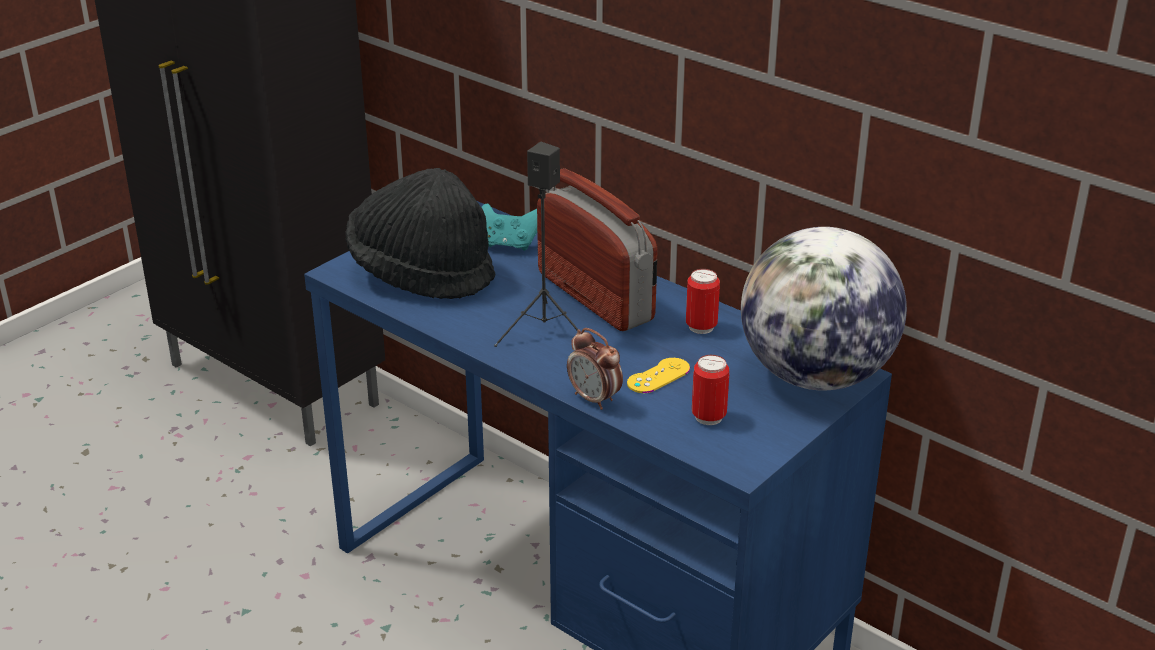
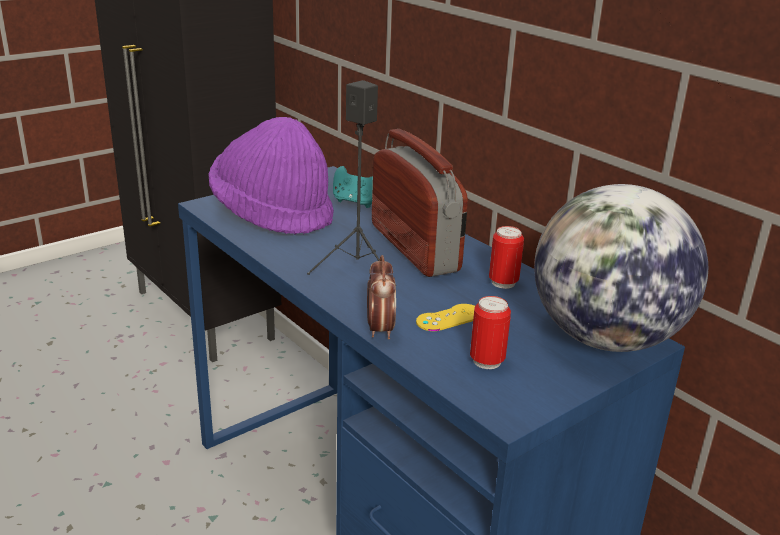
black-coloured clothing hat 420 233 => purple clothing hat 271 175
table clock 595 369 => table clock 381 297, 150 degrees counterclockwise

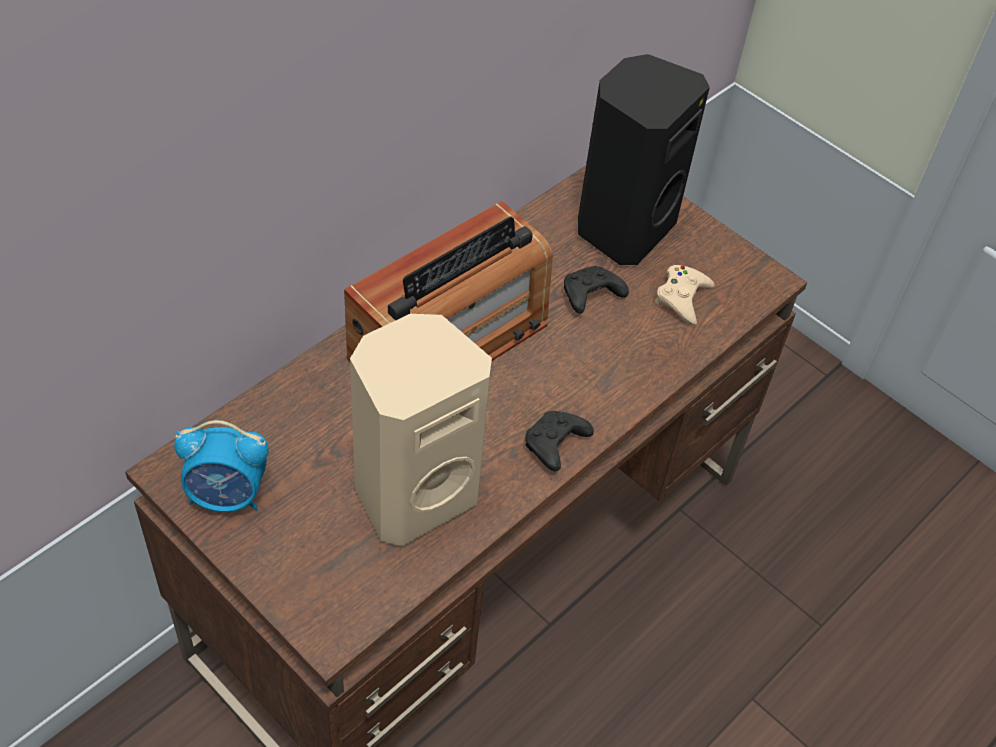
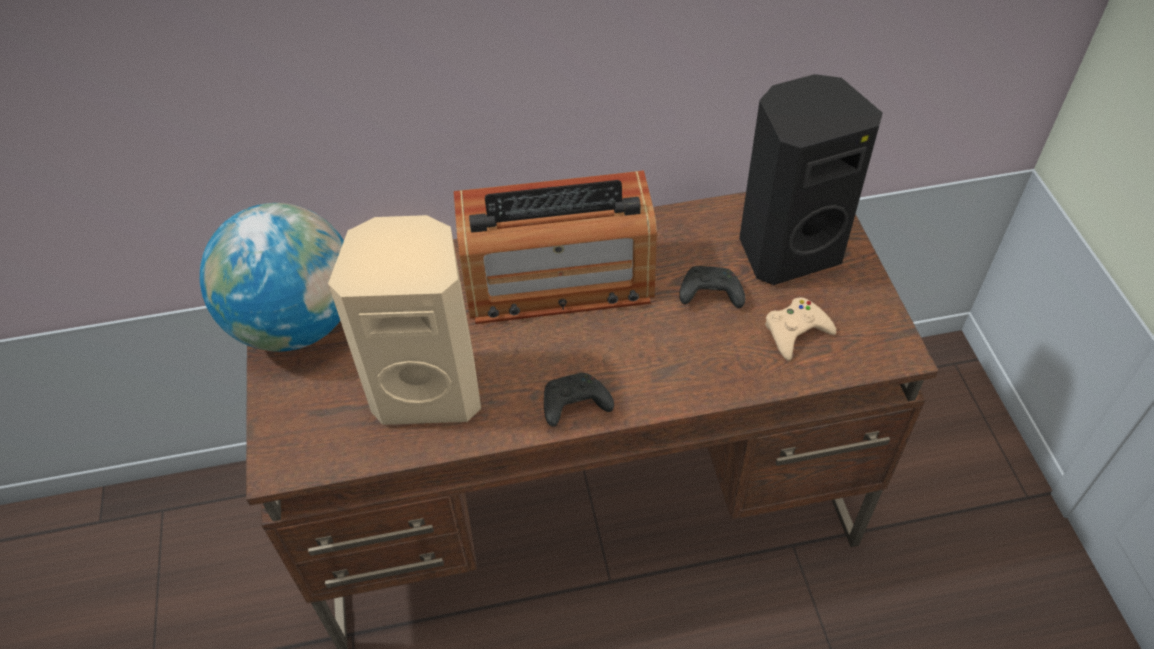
table clock 221 466 => desk globe 272 277

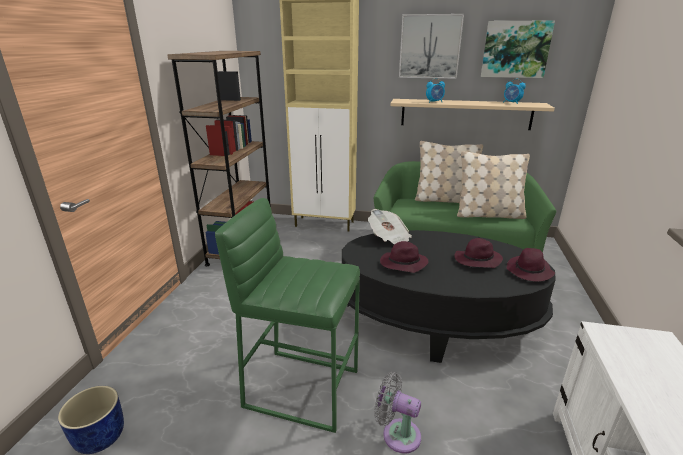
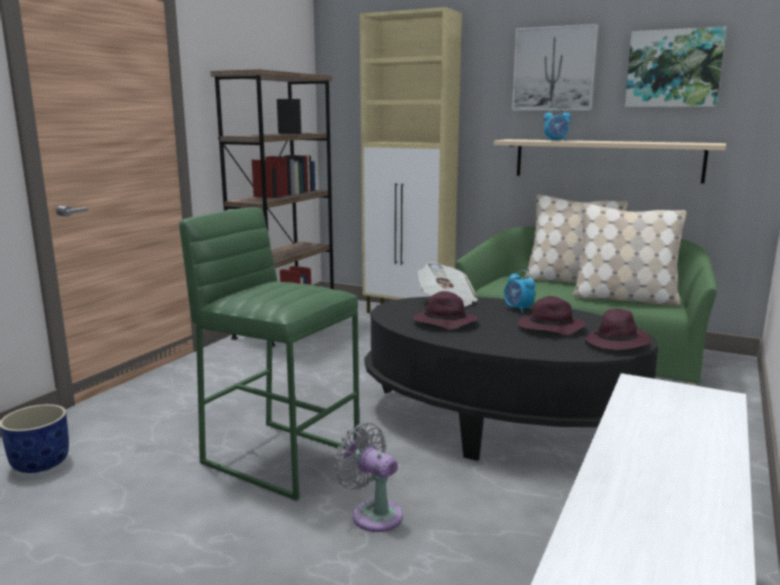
table clock 514 91 => table clock 520 291, moved

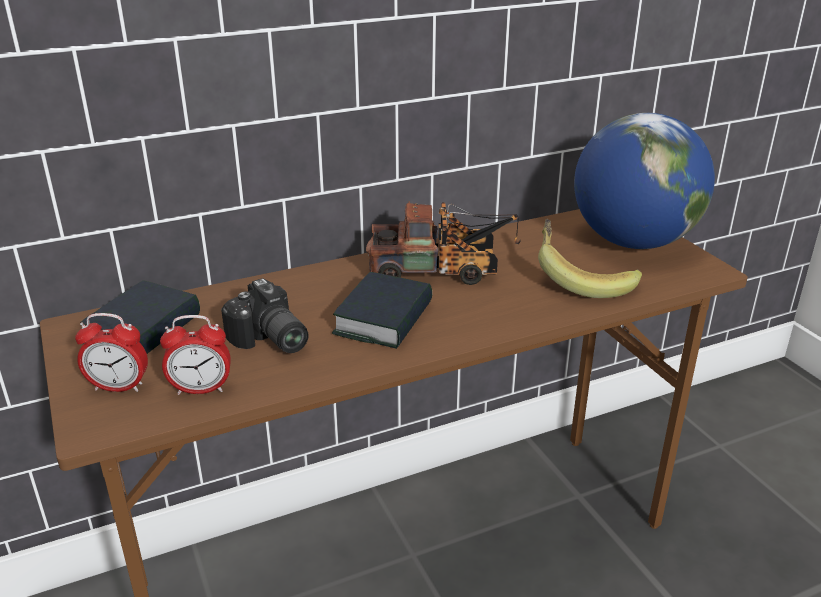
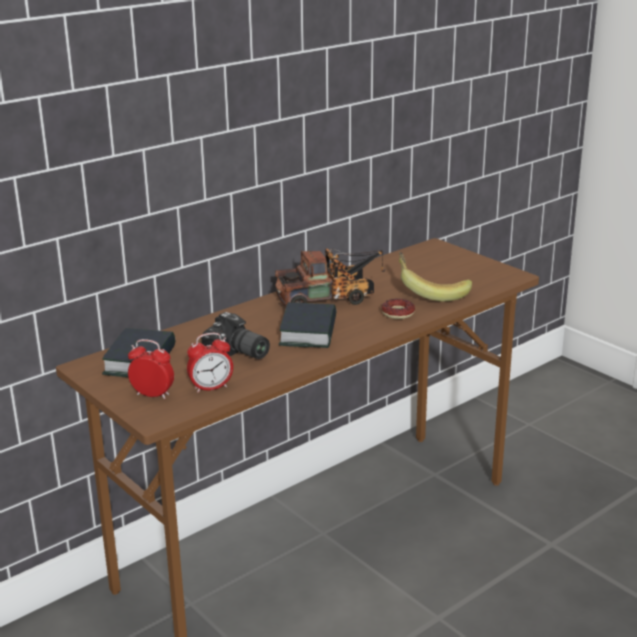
table clock 111 352 => table clock 151 369, 150 degrees counterclockwise
desk globe 644 181 => nothing
nothing => donut 398 309

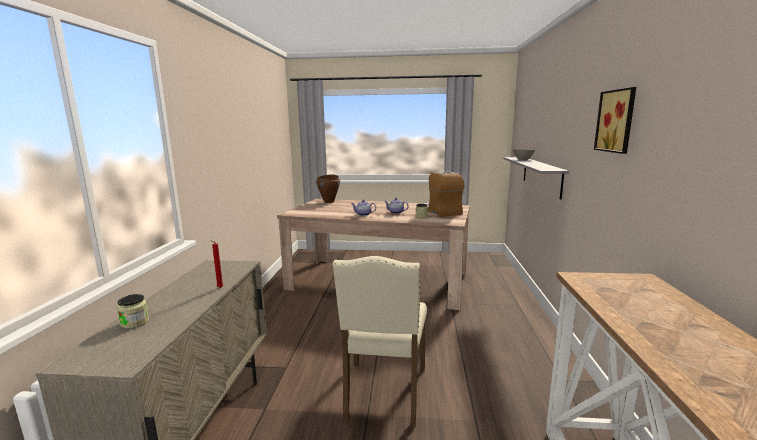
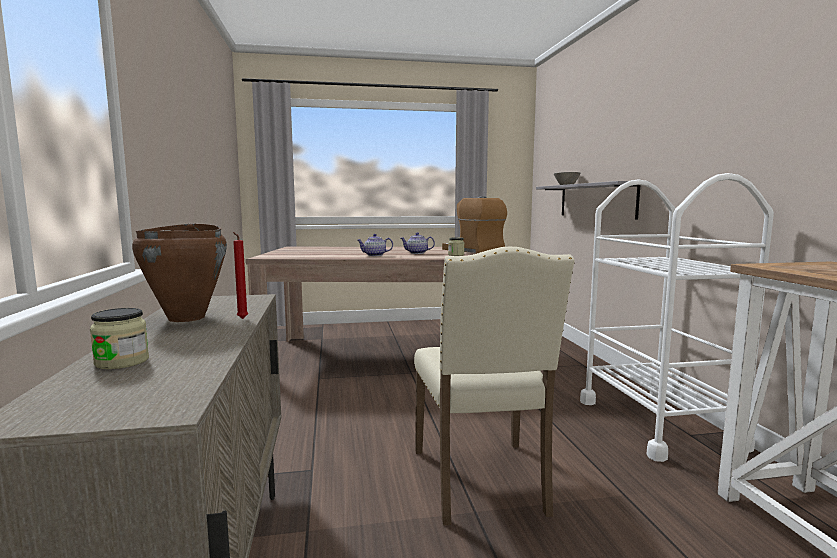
brown-coloured stockpot 328 188 => brown-coloured stockpot 179 272, moved
wall picture 615 120 => nothing
nothing => white trolley 677 317

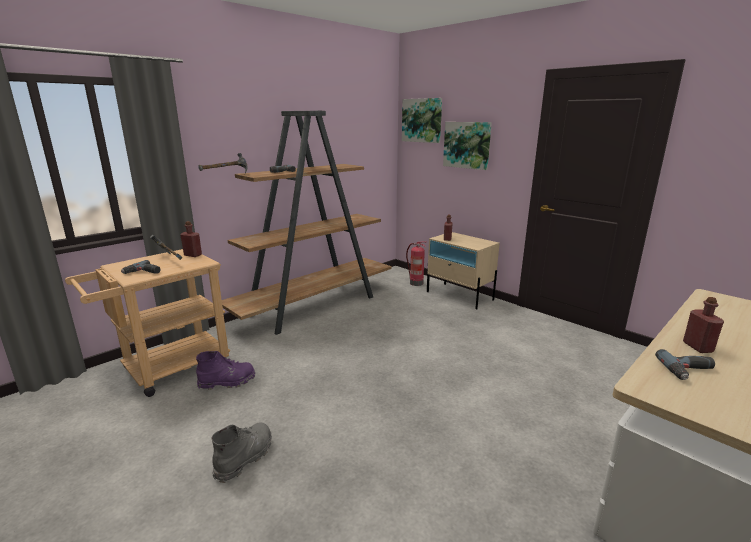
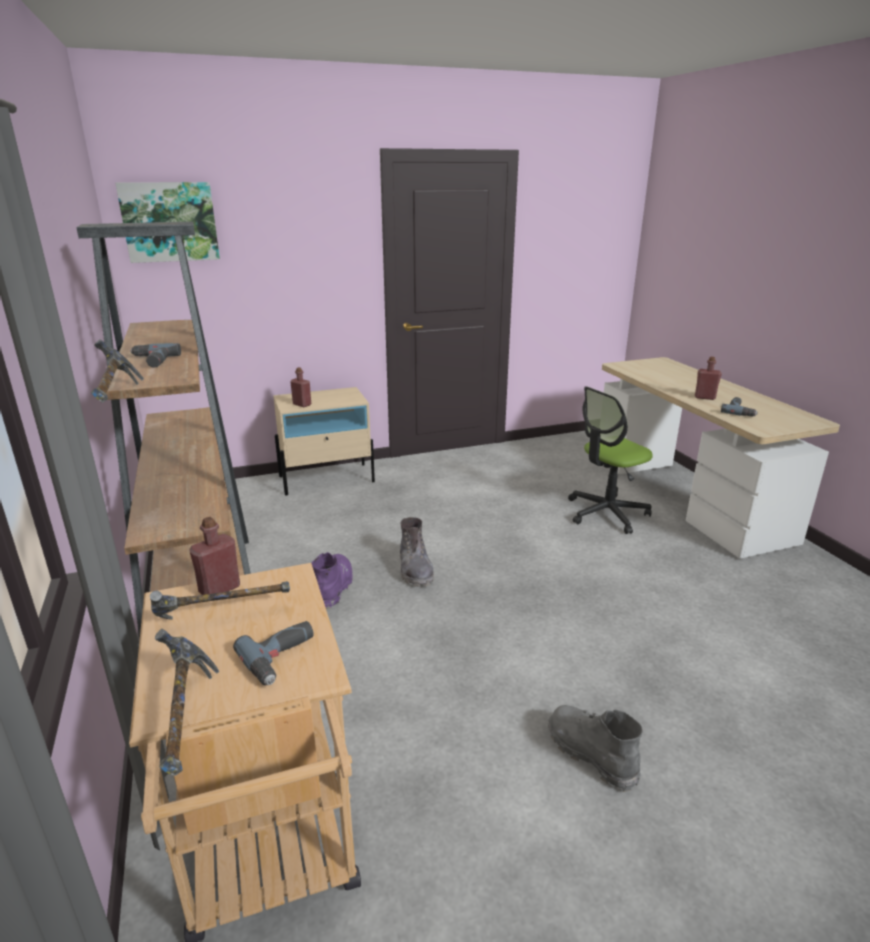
purple high-top boot 225 370 => purple high-top boot 332 580, moved
fire extinguisher 416 263 => nothing
wall picture 467 146 => nothing
nothing => hammer 187 702
nothing => greyish high-top boot 417 552
nothing => desk chair 610 460

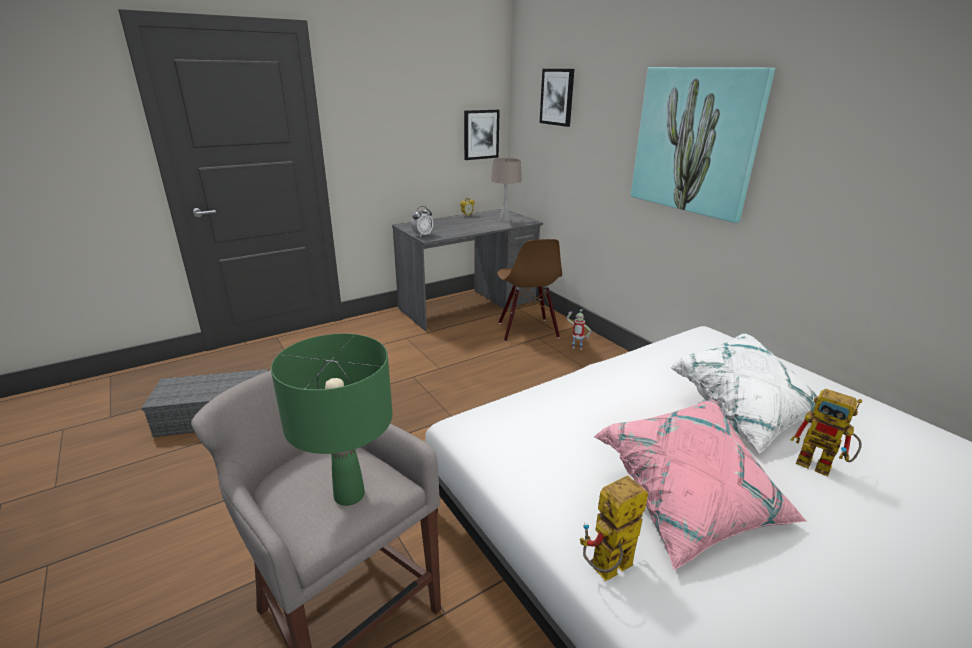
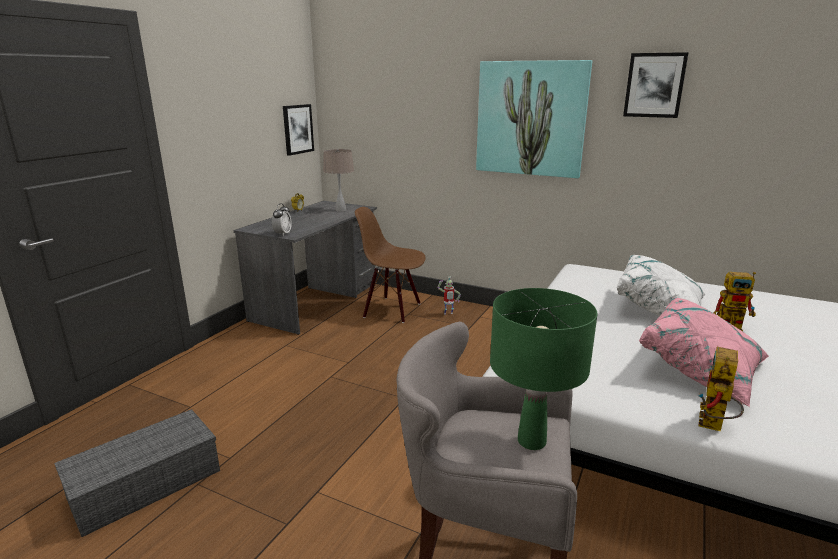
brown-coloured chair 529 290 => brown-coloured chair 390 265, 150 degrees clockwise
wall picture 557 98 => wall picture 656 85, moved

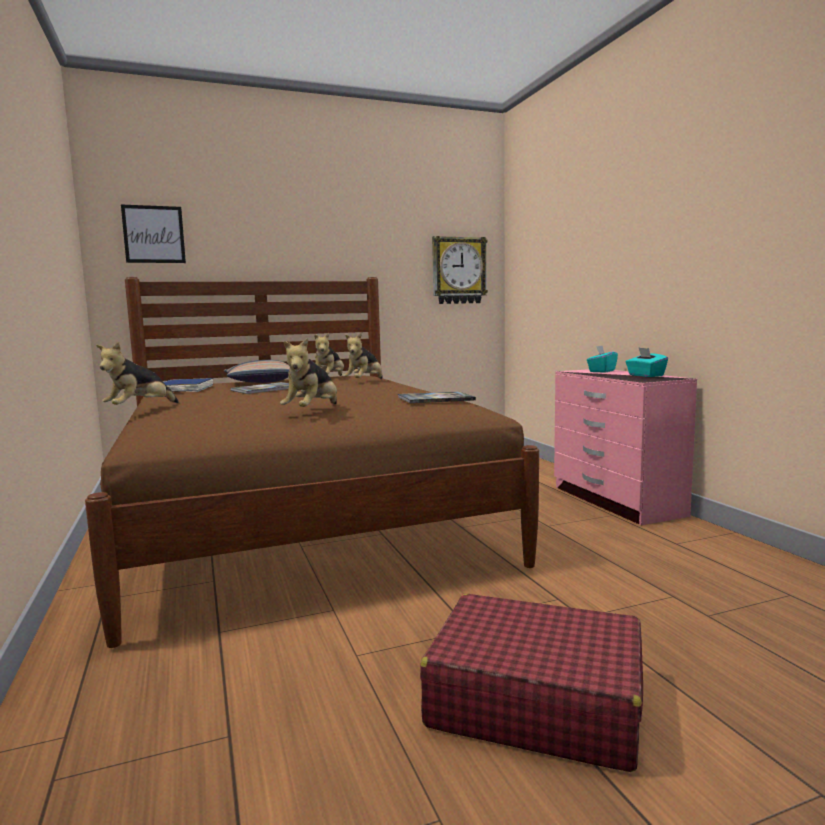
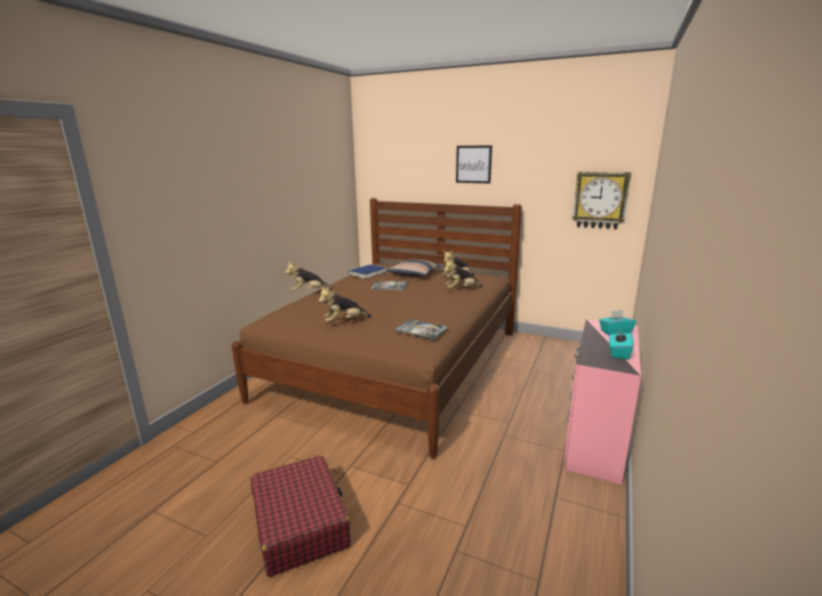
wall picture 153 234 => wall picture 474 164, moved

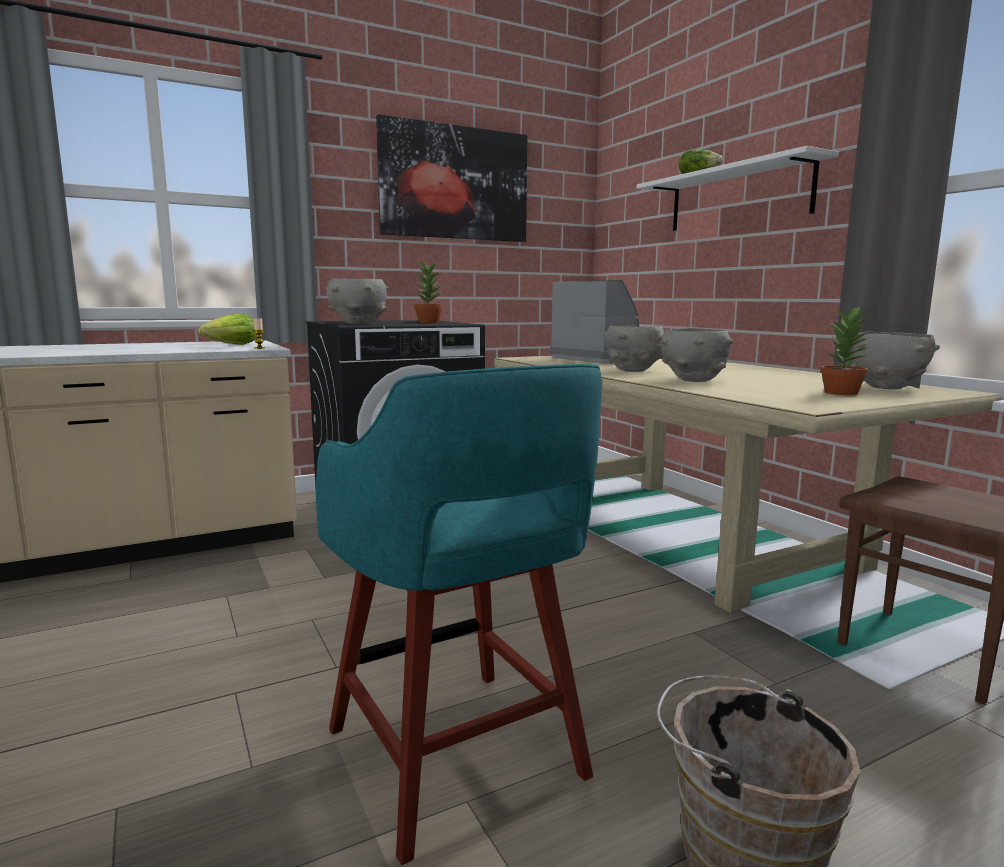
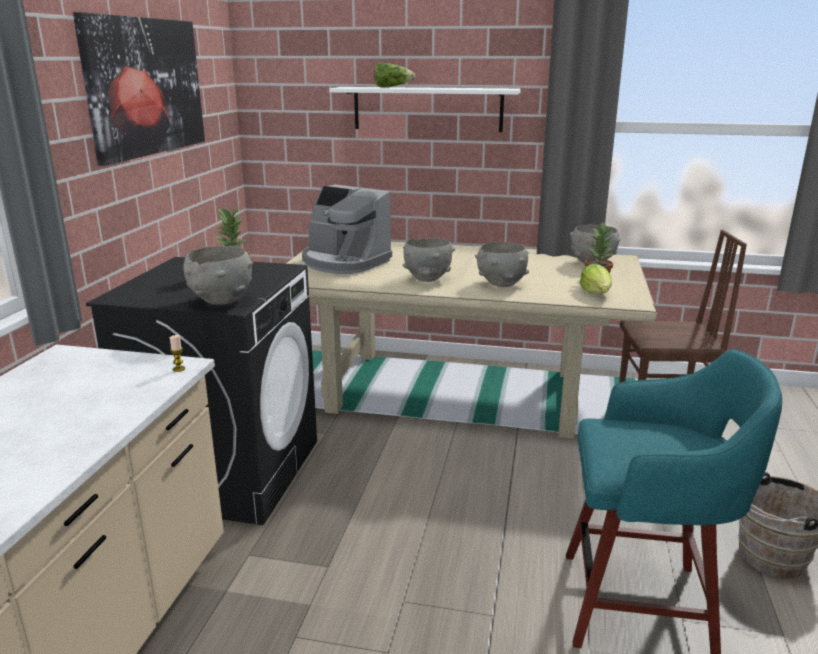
lettuce head 227 329 => lettuce head 596 279, moved
coffee maker 594 322 => coffee maker 347 229, 150 degrees counterclockwise

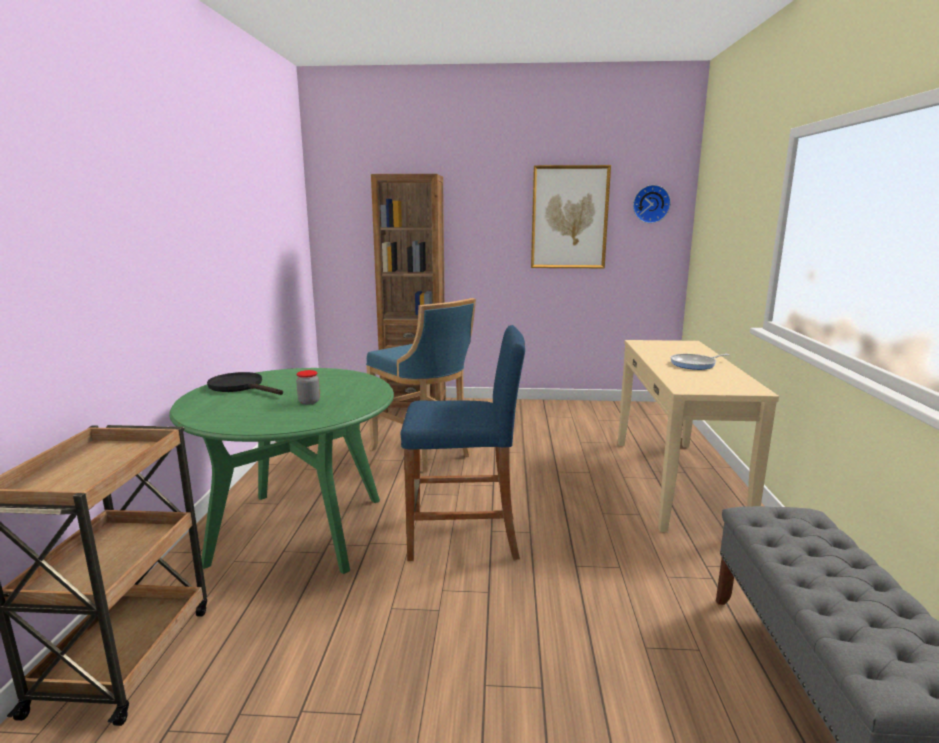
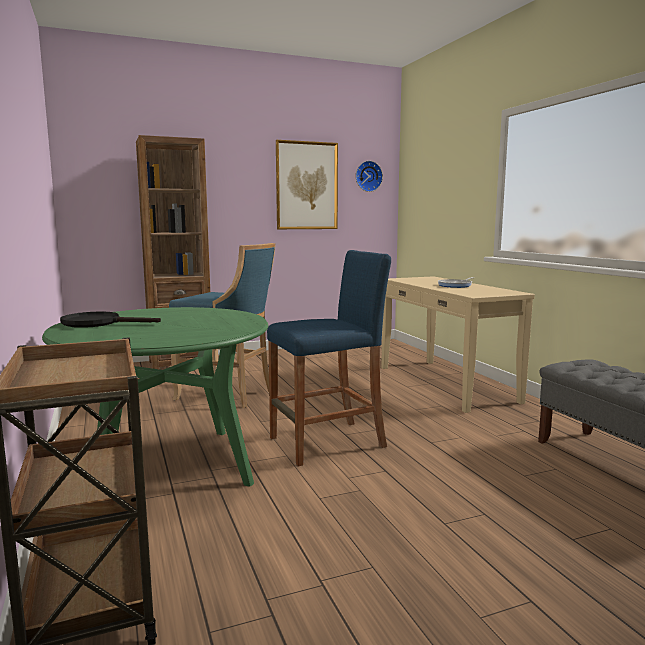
jar 308 387 => nothing

